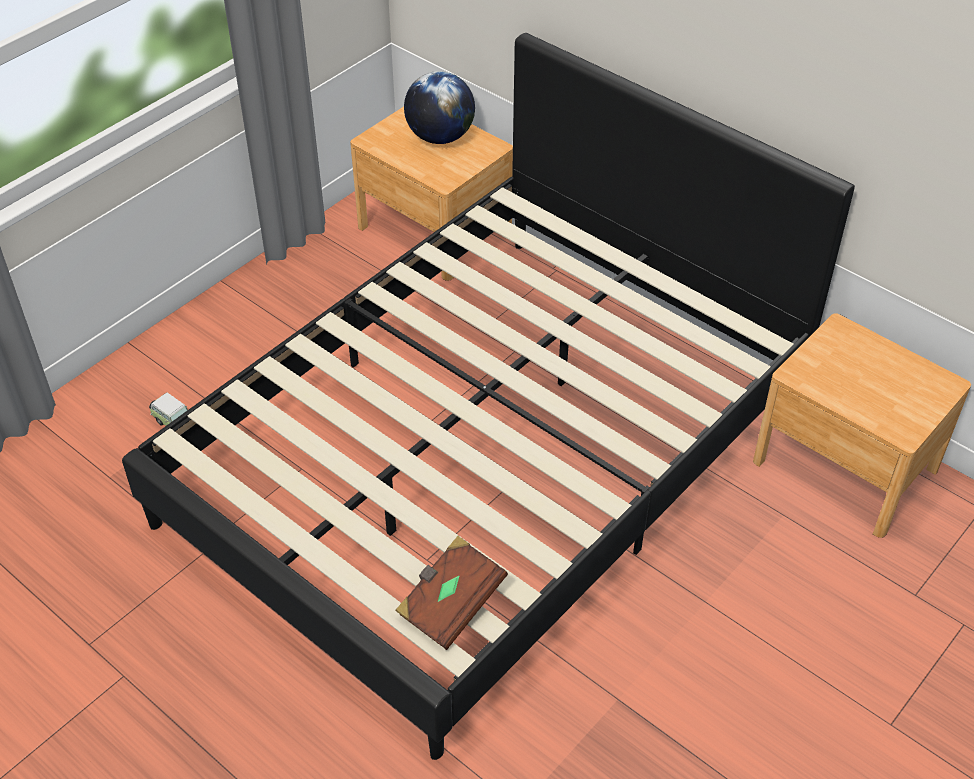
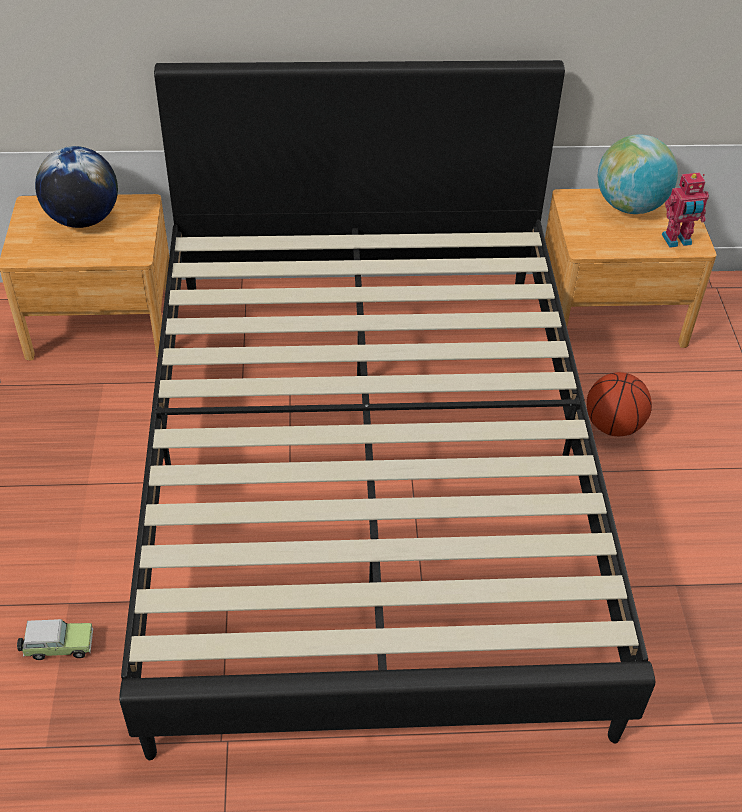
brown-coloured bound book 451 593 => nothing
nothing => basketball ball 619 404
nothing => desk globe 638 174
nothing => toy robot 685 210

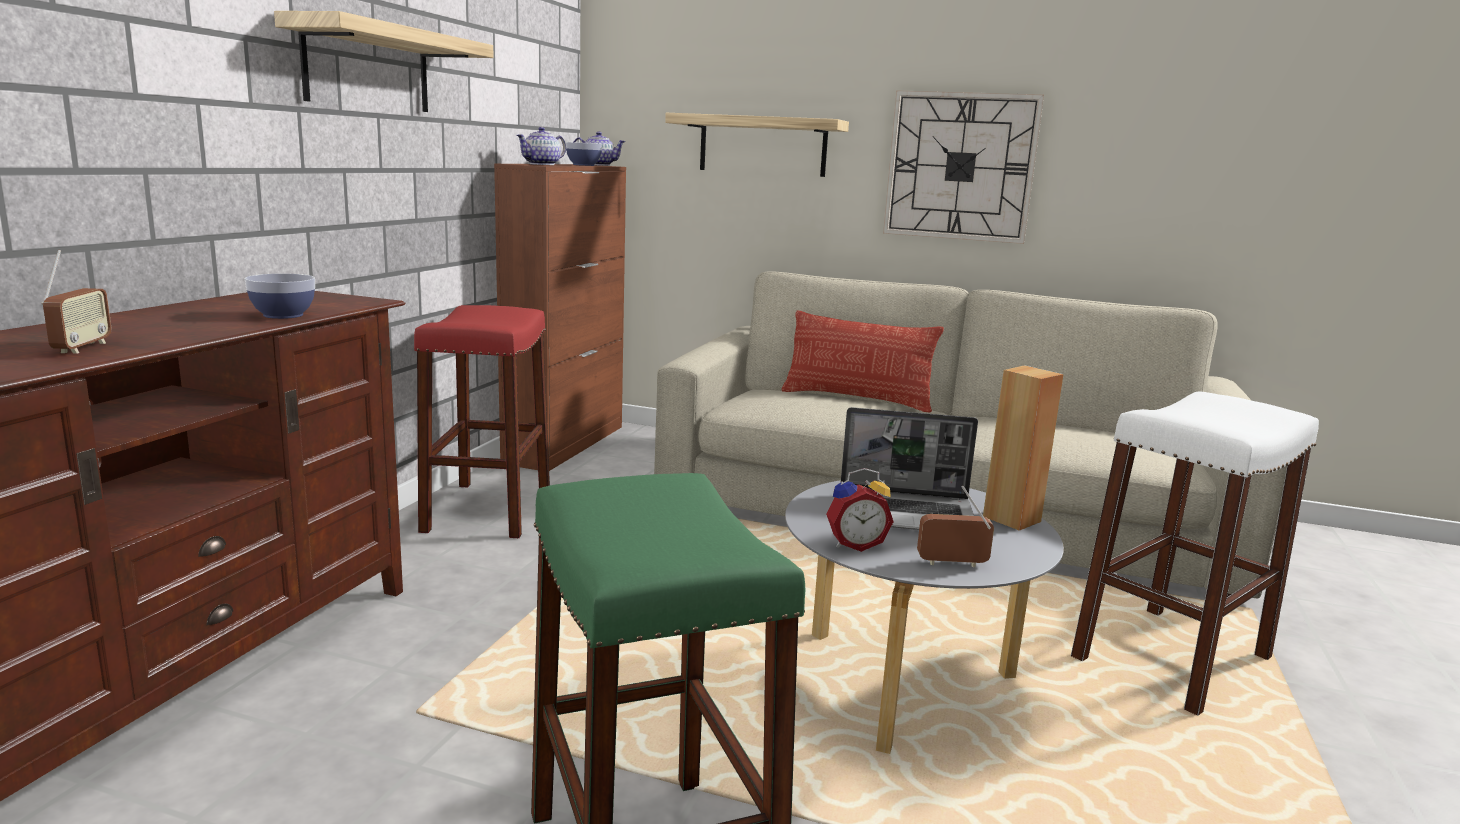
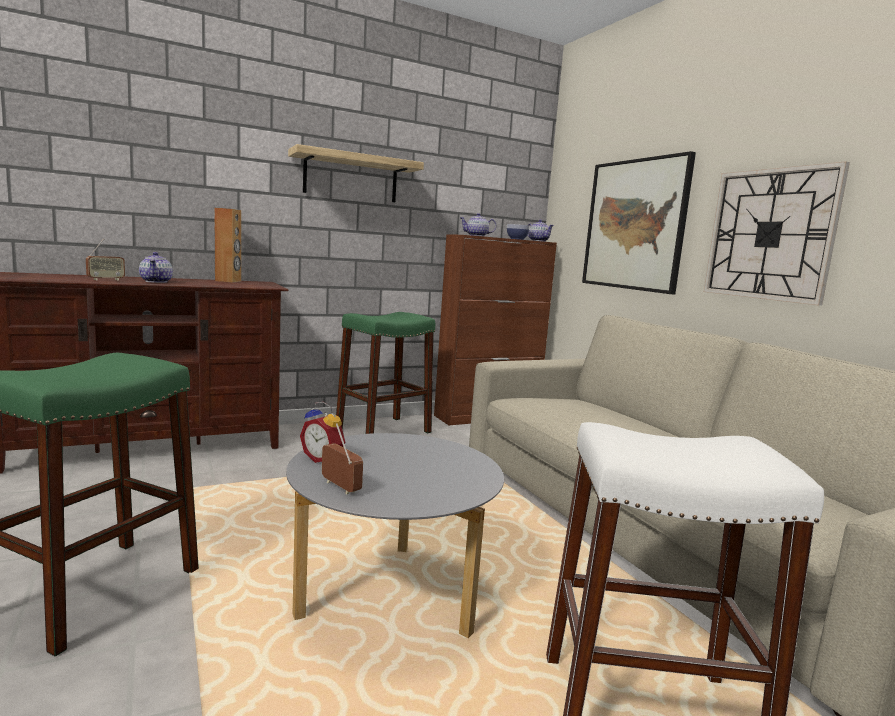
bowl 280 296 => nothing
reddish stool seat 482 421 => greenish stool seat 385 373
bracket shelf 757 145 => wall picture 639 222
throw pillow 863 361 => nothing
notebook computer 909 468 => nothing
brown-coloured speaker 1023 448 => brown-coloured speaker 227 245, moved
nothing => teapot 156 267

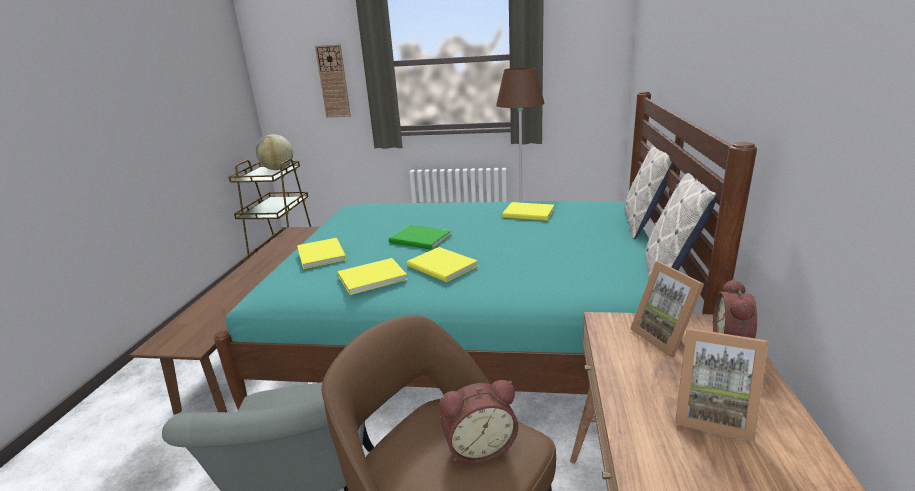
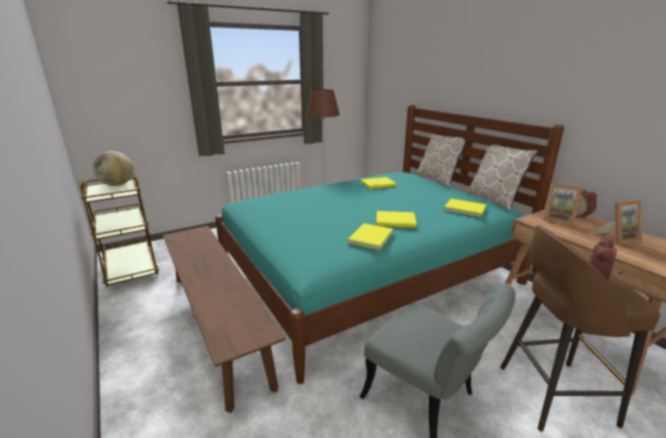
yellowish bound book 322 253 => yellowish bound book 465 208, moved
clock on the wall 333 81 => nothing
greenish bound book 420 237 => nothing

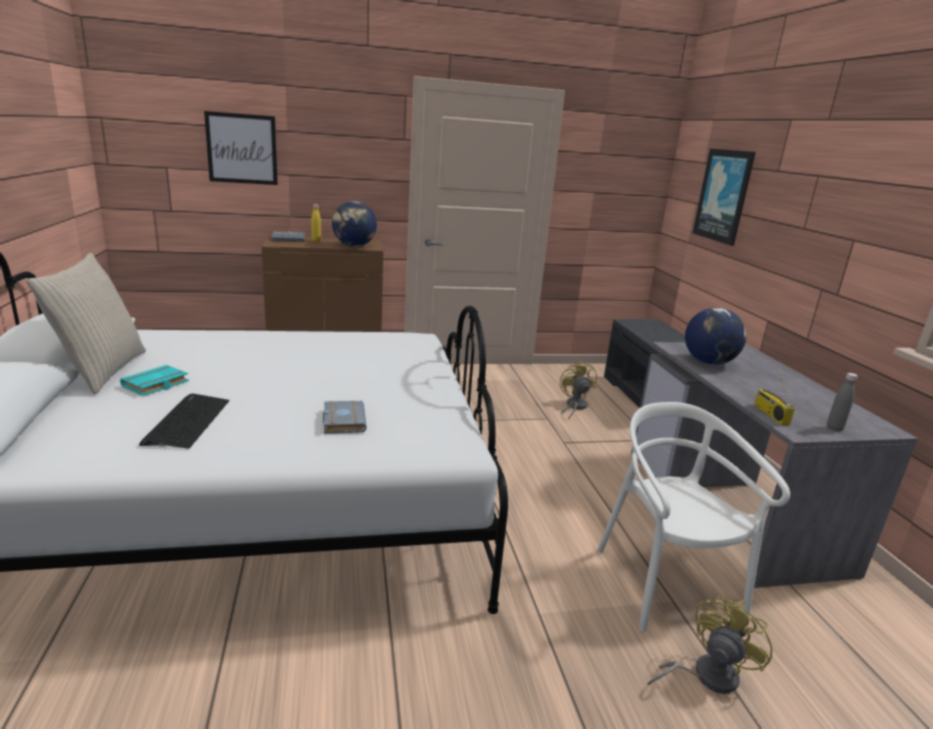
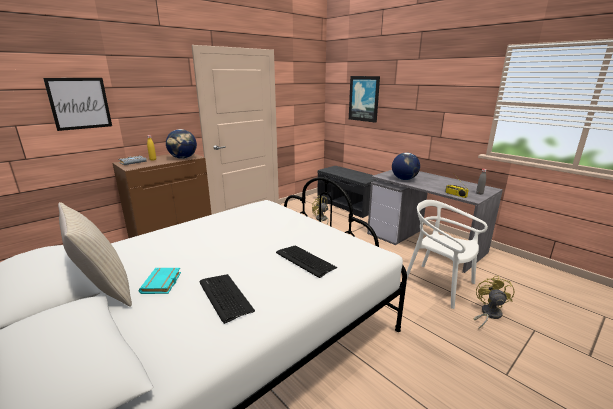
greyish bound book 345 417 => computer keyboard 306 262

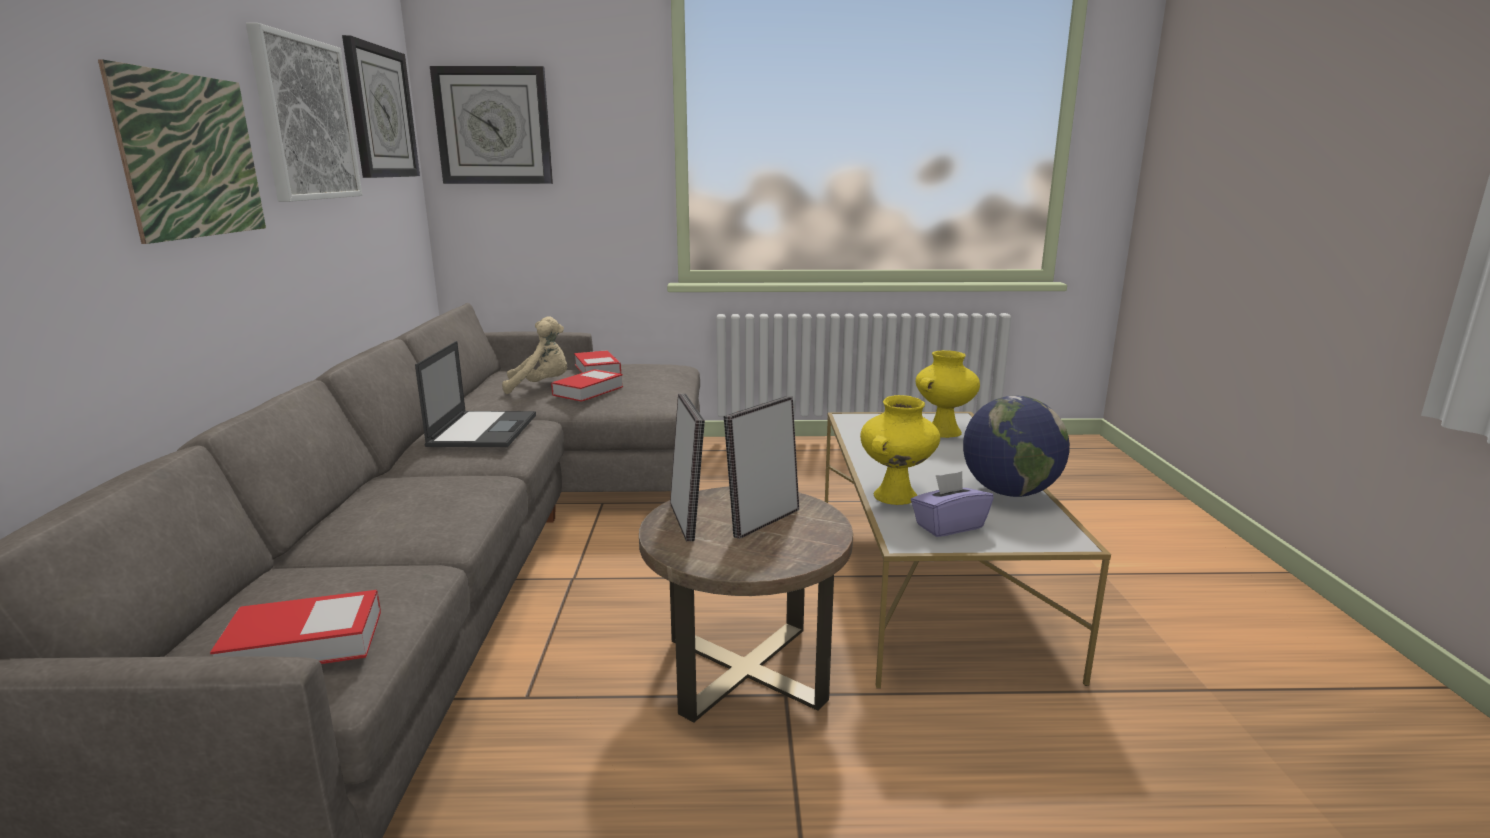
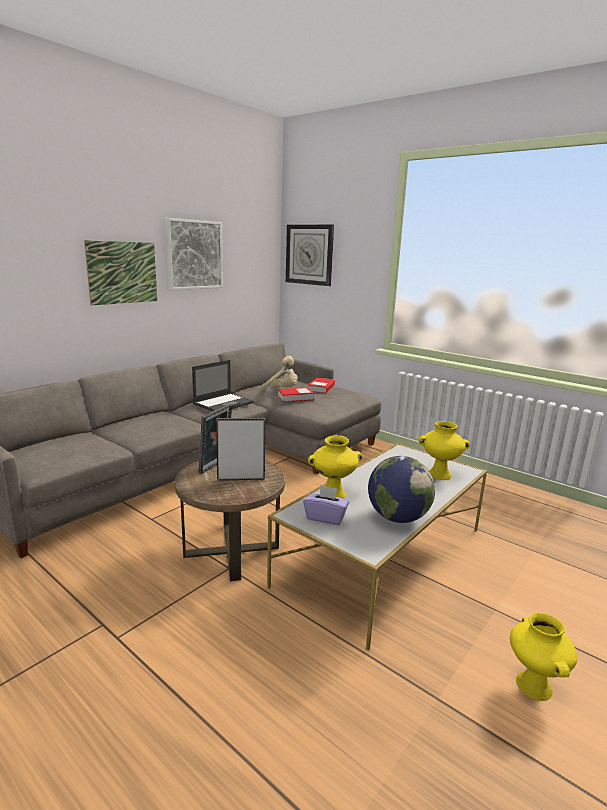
bound book 295 627 => nothing
clock on the wall 381 106 => nothing
nothing => yellowish decorative vase 543 656

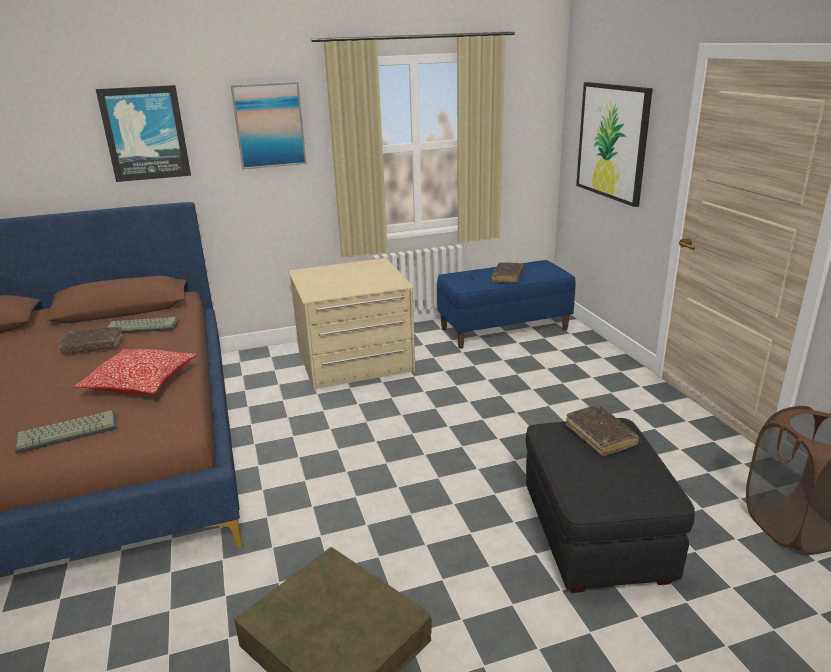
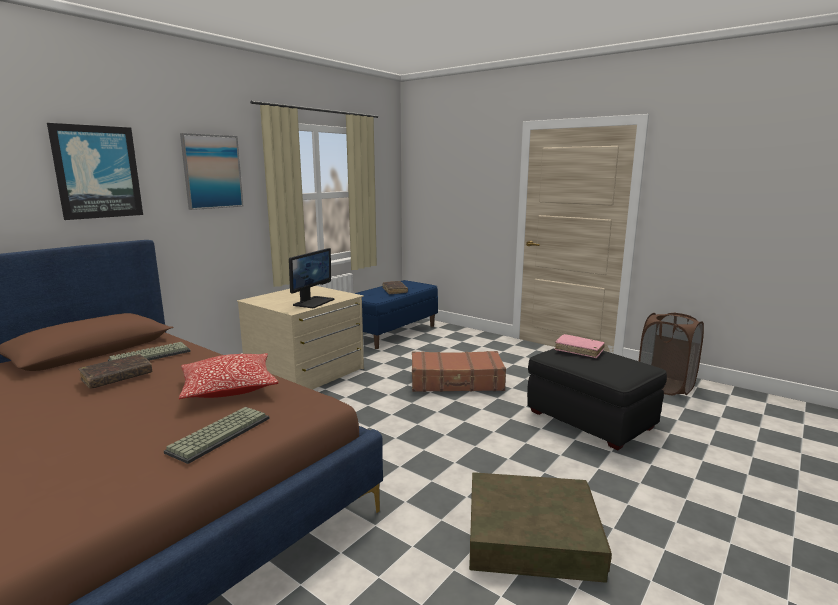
brown-coloured bound book 602 430 => pinkish bound book 580 346
wall picture 614 144 => nothing
nothing => monitor 311 278
nothing => brown-coloured suitcase 459 371

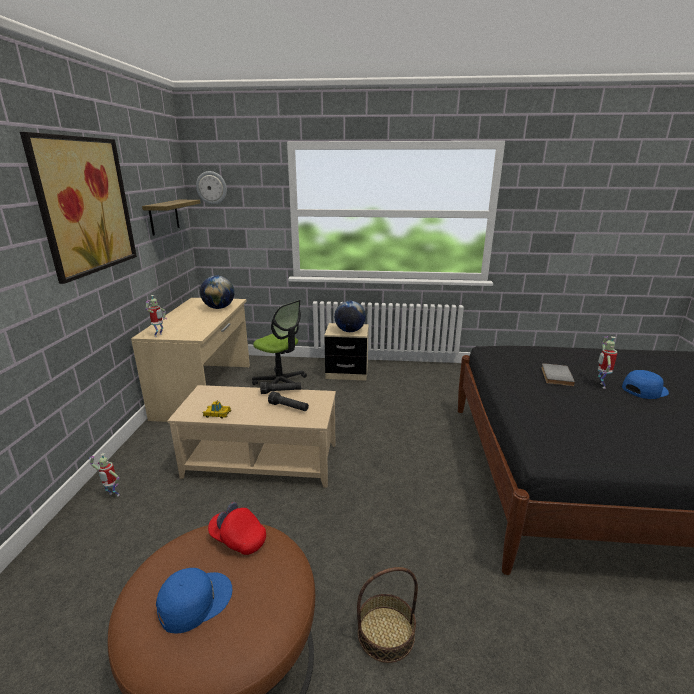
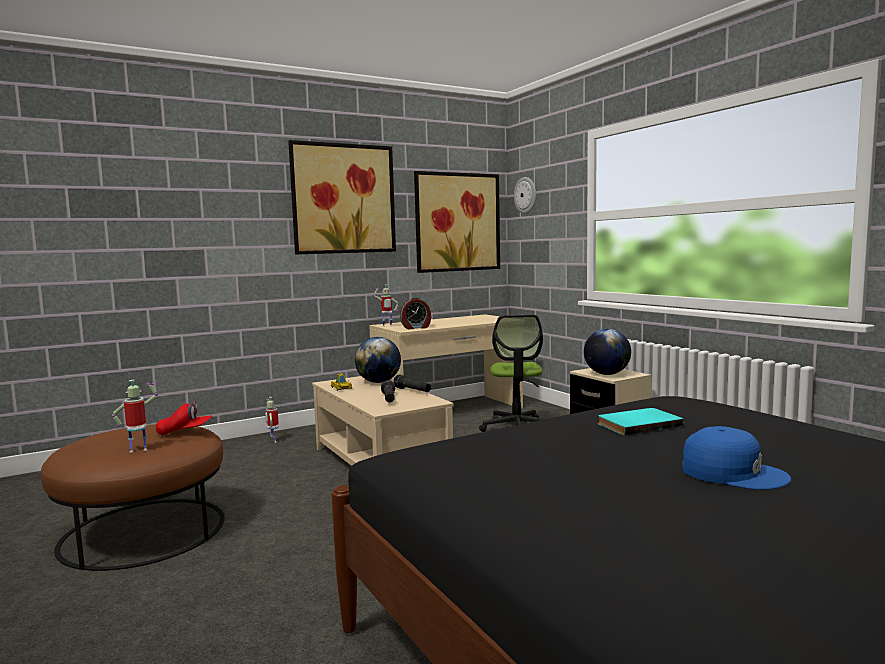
bracket shelf 171 217 => wall picture 457 222
bluish cap 194 600 => nothing
desk globe 217 292 => desk globe 378 360, moved
reddish cap 237 528 => reddish cap 184 418, 90 degrees clockwise
household basket 387 615 => nothing
greyish bound book 558 374 => turquoise-coloured bound book 641 422
toy robot 607 362 => toy robot 135 416, moved
nothing => table clock 415 313

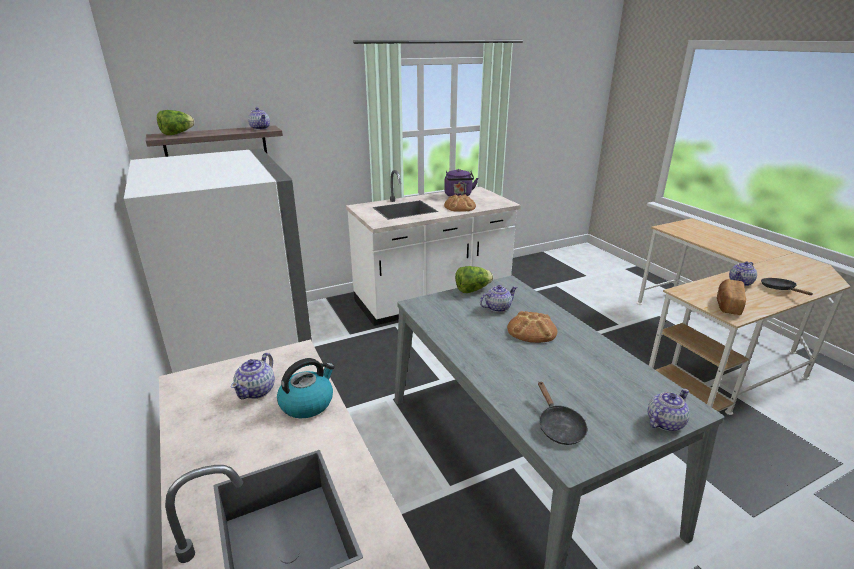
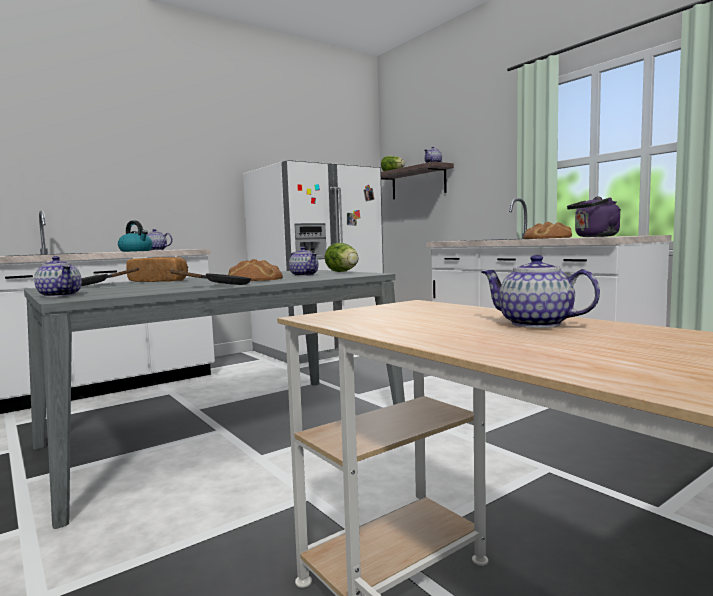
bread 731 297 => bread 157 269, moved
black-coloured frying pan 786 286 => black-coloured frying pan 211 277, moved

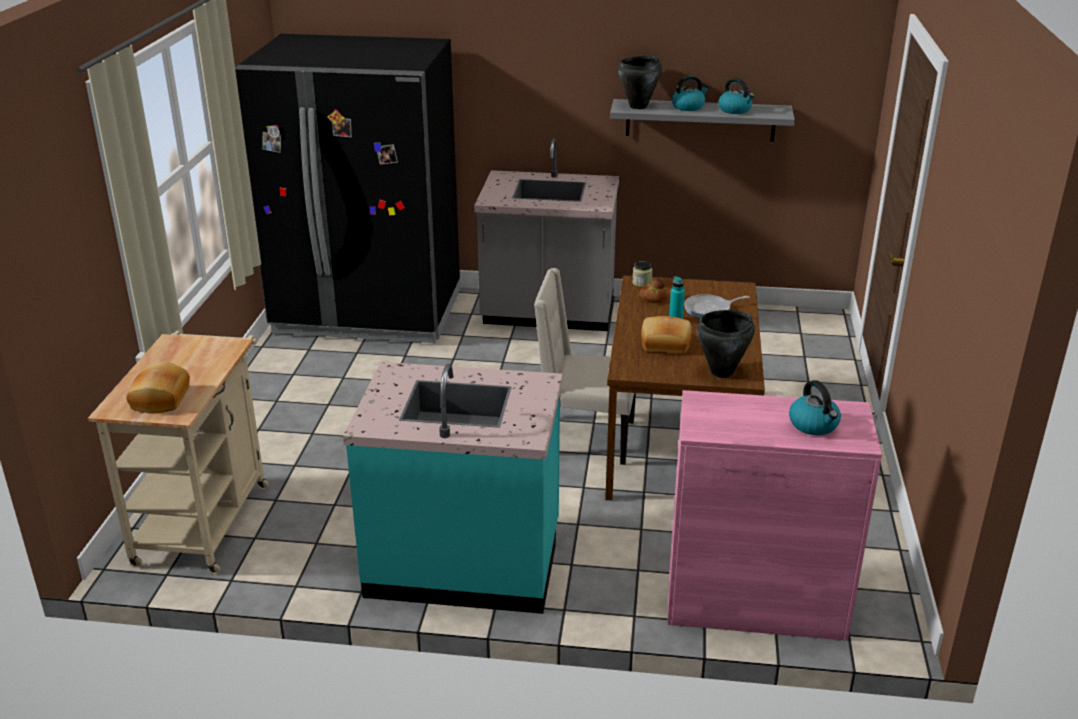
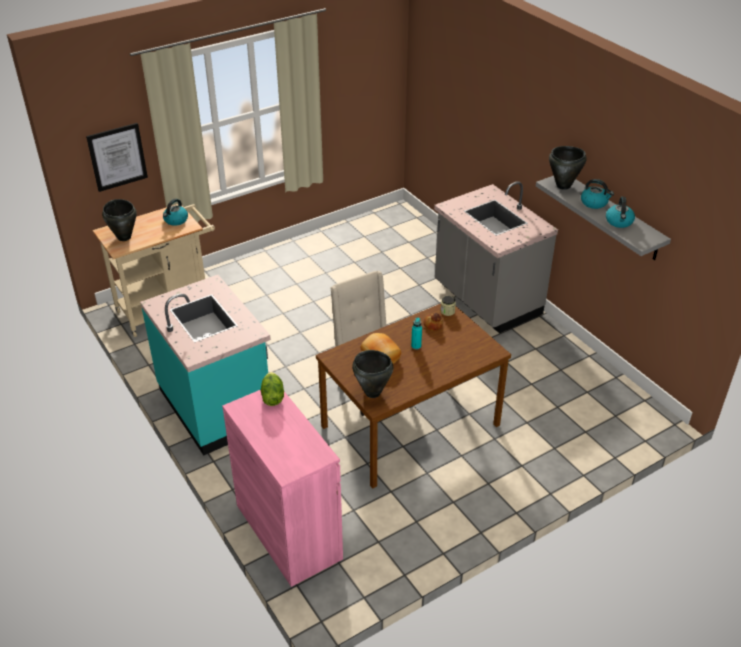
bread 158 387 => black-coloured stockpot 119 220
black-coloured fridge 347 188 => nothing
frying pan 716 306 => nothing
water kettle 815 407 => water kettle 175 212, moved
nothing => wall picture 117 157
nothing => lettuce head 272 389

